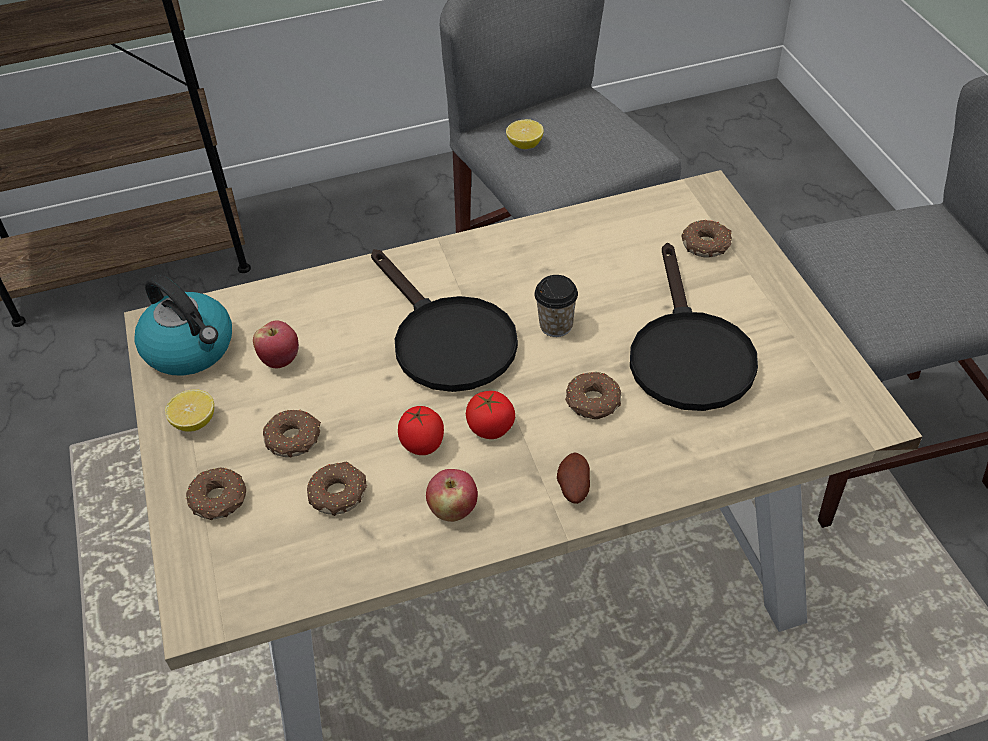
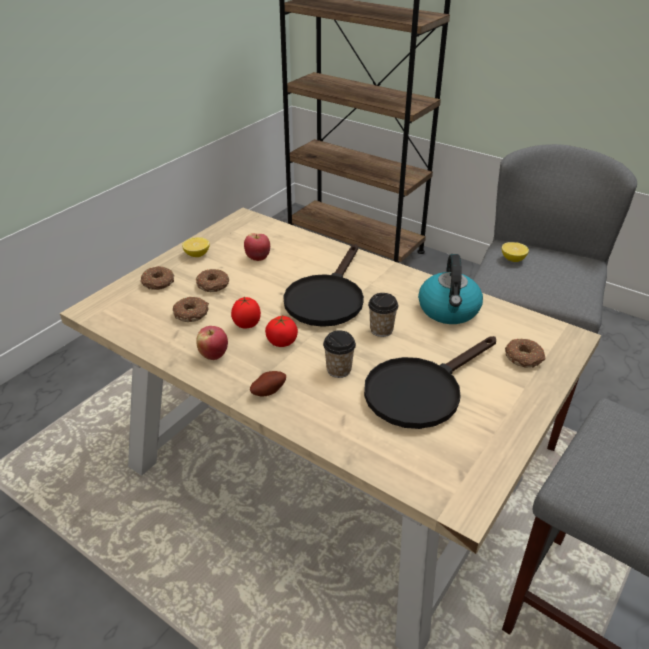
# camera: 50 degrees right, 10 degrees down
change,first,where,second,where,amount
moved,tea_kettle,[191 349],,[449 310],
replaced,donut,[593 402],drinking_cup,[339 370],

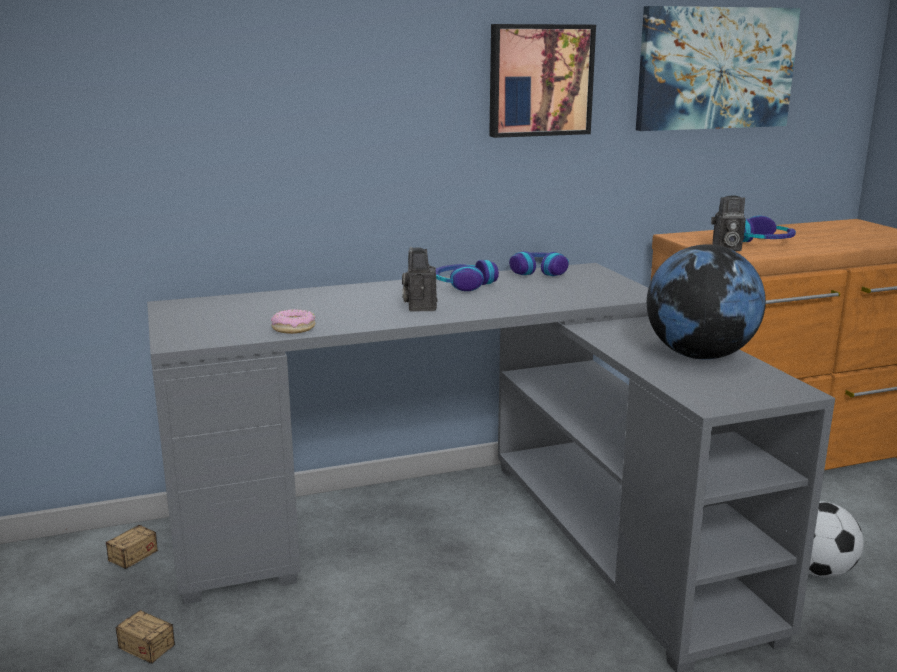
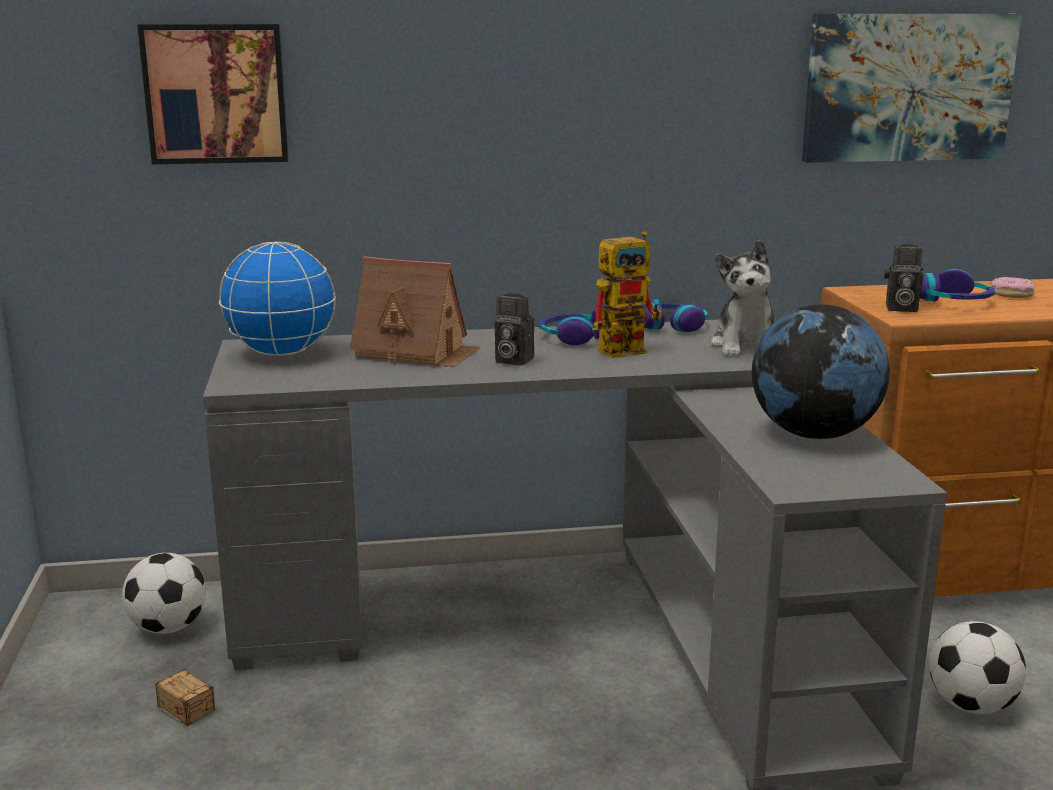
# camera: 10 degrees right, 0 degrees up
change,first,where,second,where,amount
replaced,storage_box,[110 570],football,[168 628],
moved,donut,[293 328],,[1011 294],
turned,still_camera,[419 306],,[511 360],75 degrees counterclockwise
moved,wall_art,[539 80],,[216 93],
added,,,globe,[282 353],
added,,,miniature_house,[416 352],
added,,,toy_robot,[628 349],
added,,,plush_toy,[745 346],

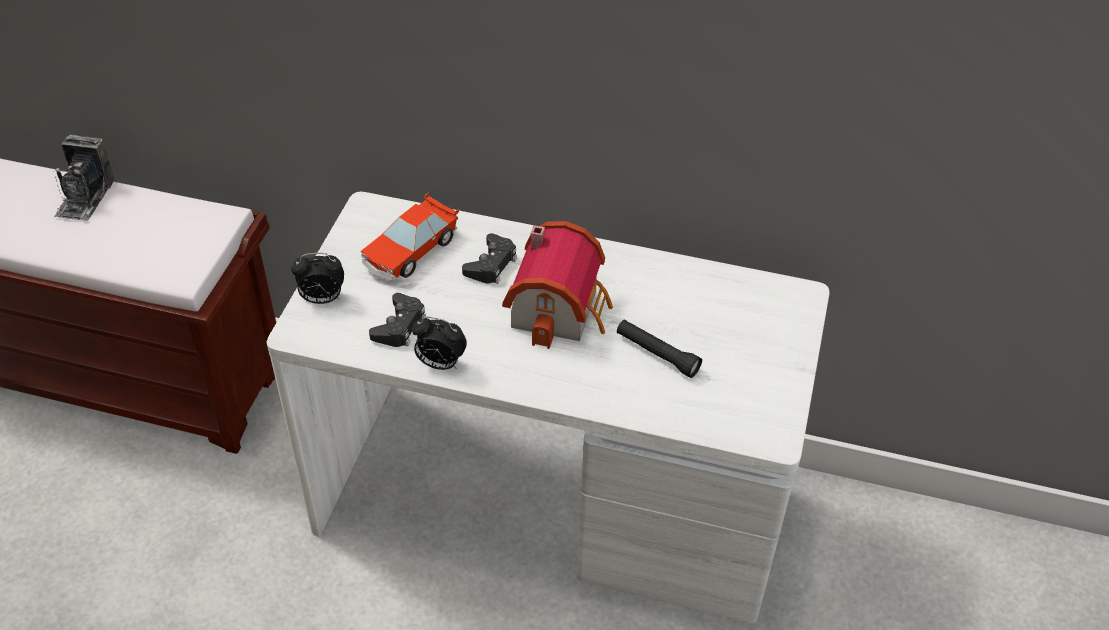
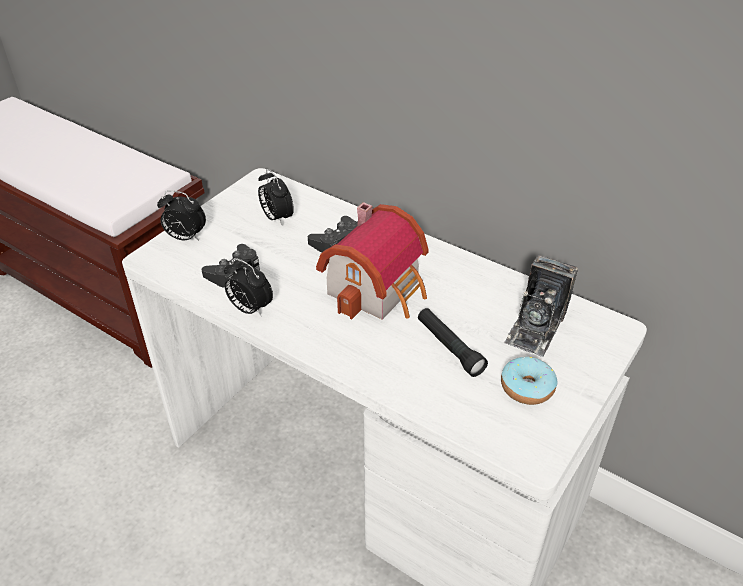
# camera: 20 degrees right, 5 degrees down
change,first,where,second,where,amount
moved,still_camera,[85 197],,[536 327],
replaced,miniature_car,[410 251],bedside_clock,[276 218],
added,,,donut,[527 387],

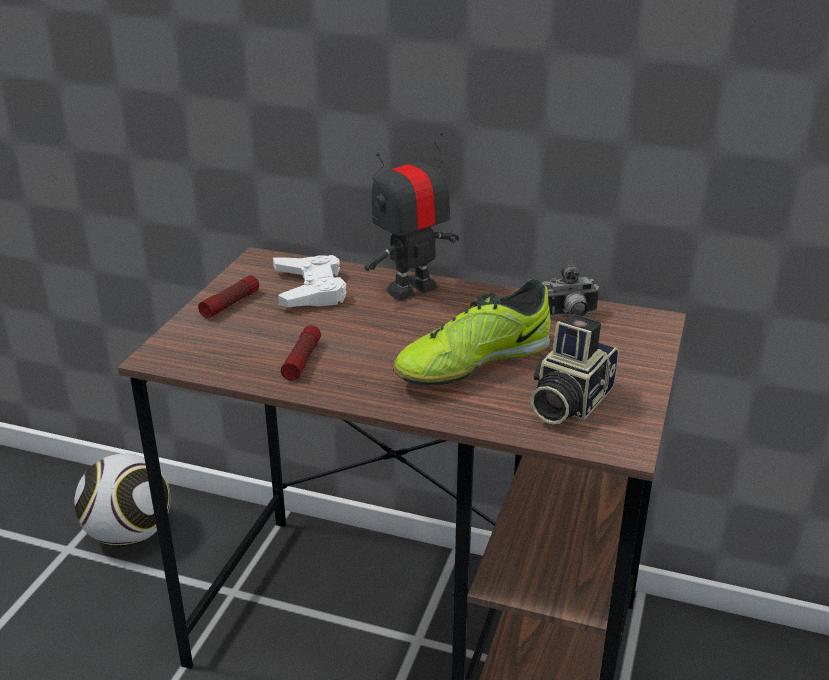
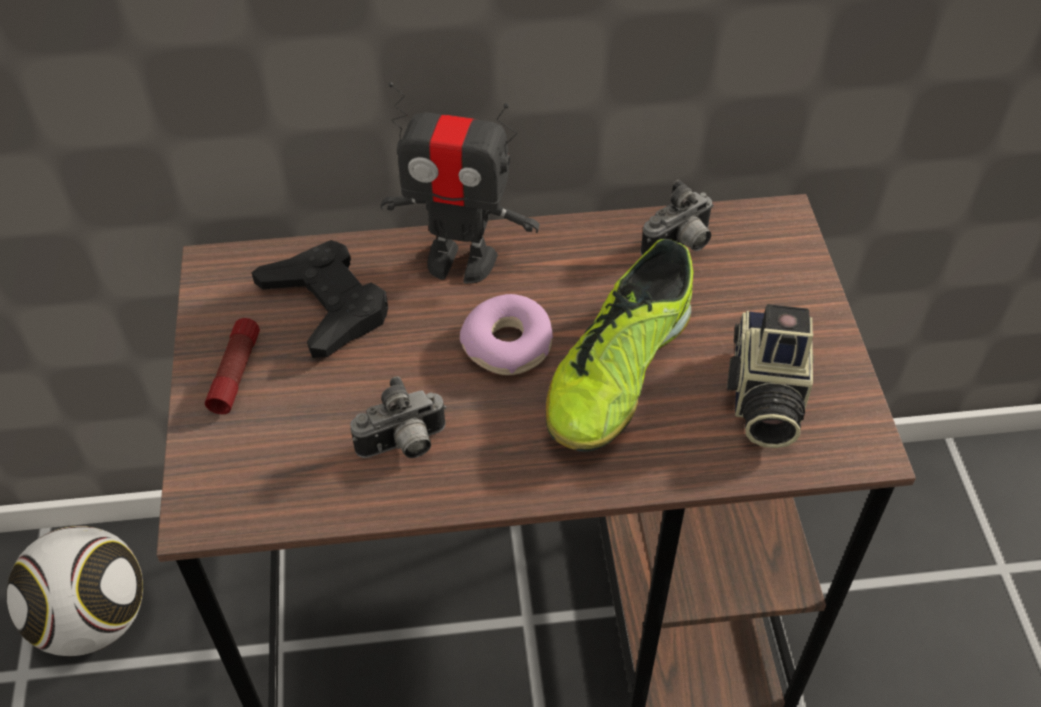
# camera: 25 degrees left, 20 degrees up
change,first,where,second,where,amount
recoloured,white-coloured_gamepad,[310 289],blackish_gamepad,[326 305],
replaced,hand_torch,[302 360],still_camera,[404 446],
turned,toy_robot,[411 289],,[461 260],105 degrees counterclockwise
added,,,donut,[508 345],

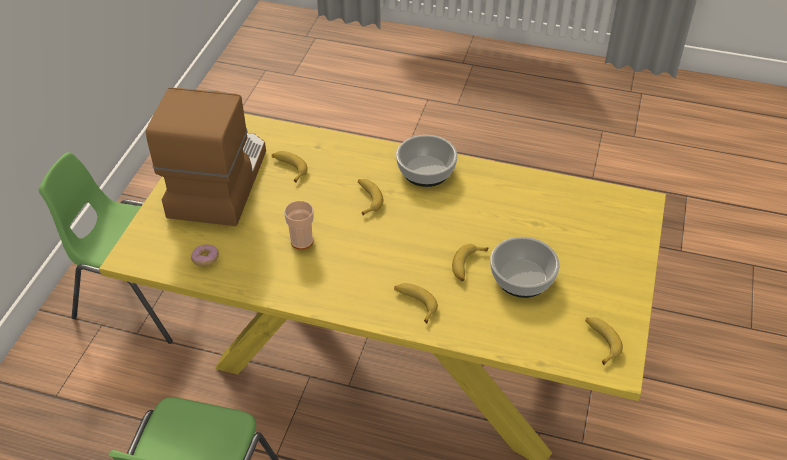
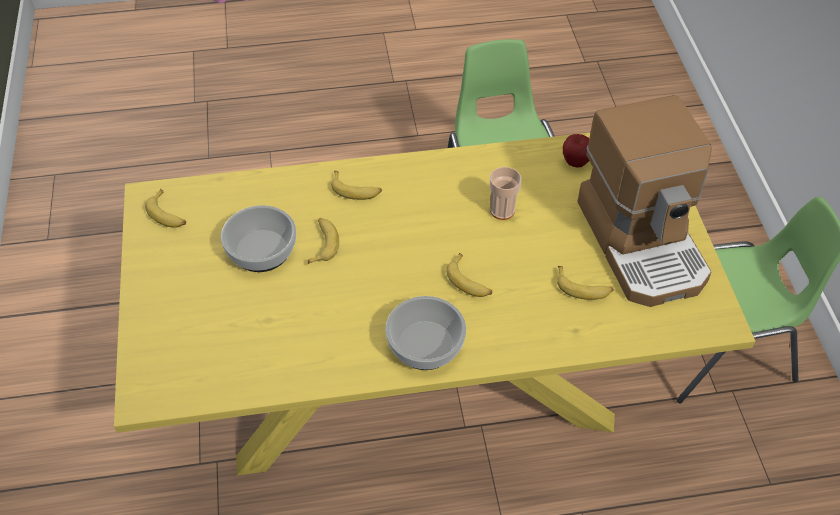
# camera: 155 degrees right, 5 degrees up
change,first,where,second,where,amount
replaced,donut,[205 259],apple,[575 162],

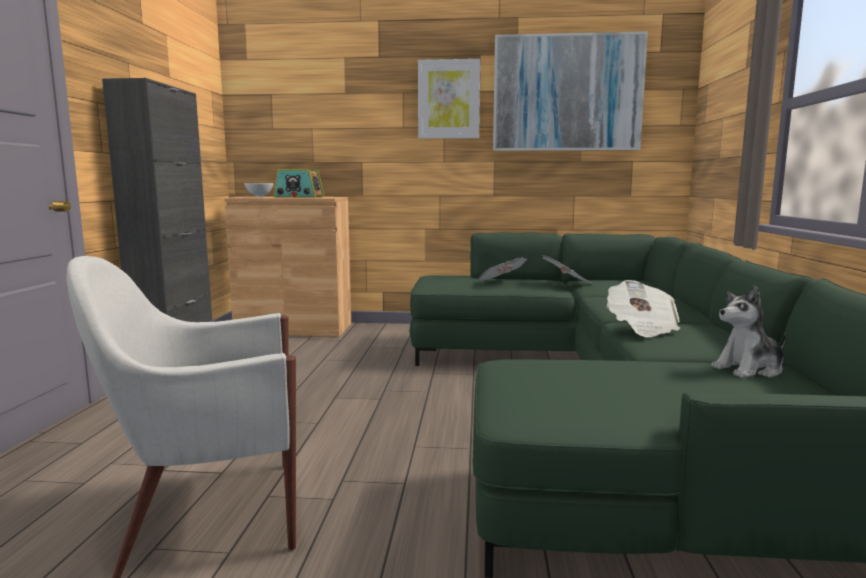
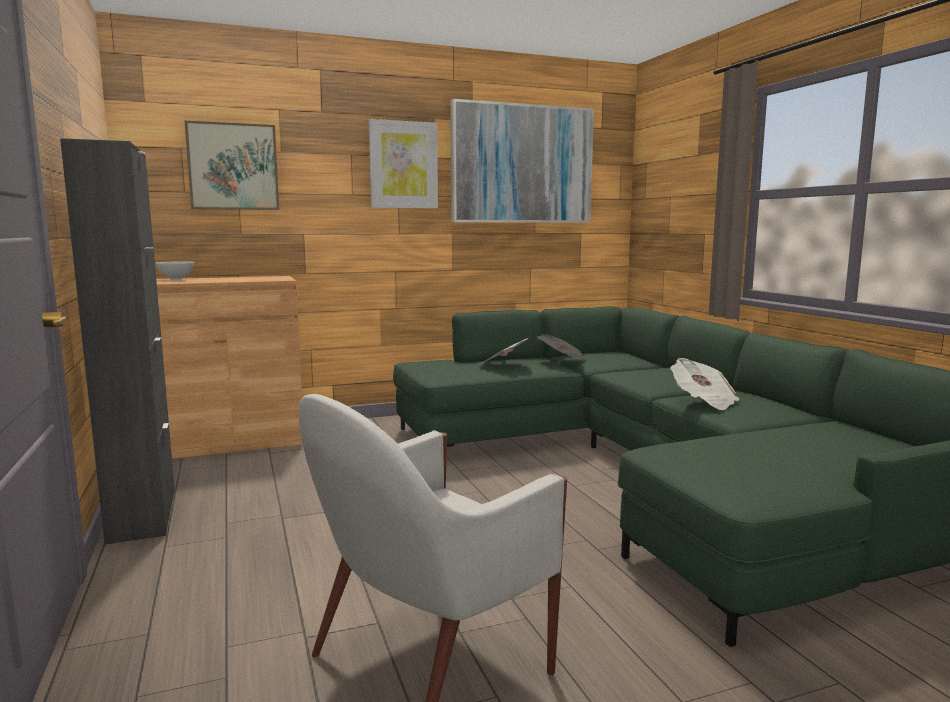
# camera: 25 degrees left, 0 degrees up
change,first,where,second,where,amount
removed,radio,[299 197],,,
removed,plush_toy,[749 369],,,
added,,,wall_art,[233 167],

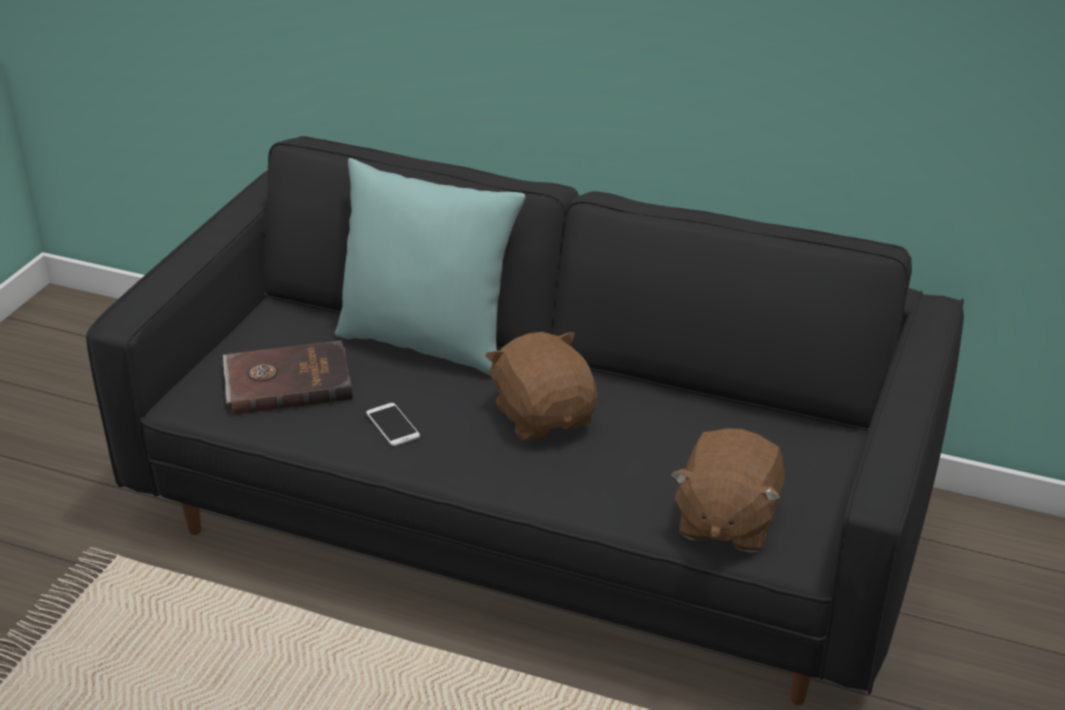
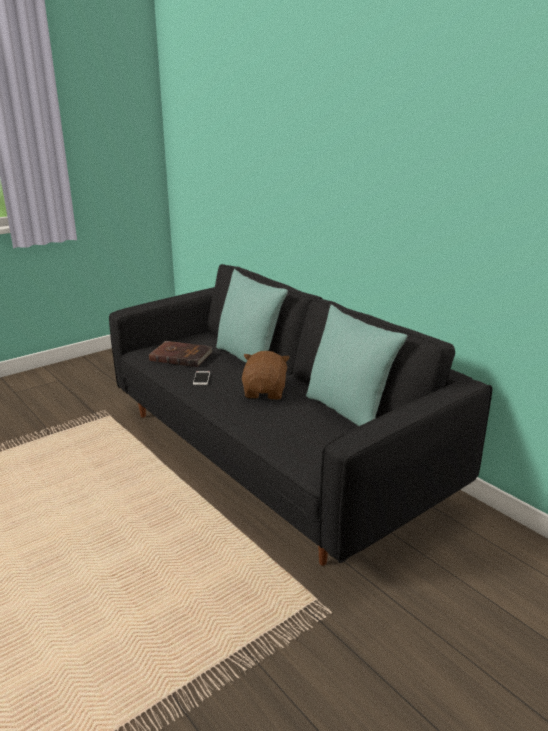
# camera: 30 degrees right, 10 degrees down
change,first,where,second,where,amount
removed,brown-coloured_plush_toy,[725 521],,,
added,,,turquoise-coloured_cushion,[348 411],

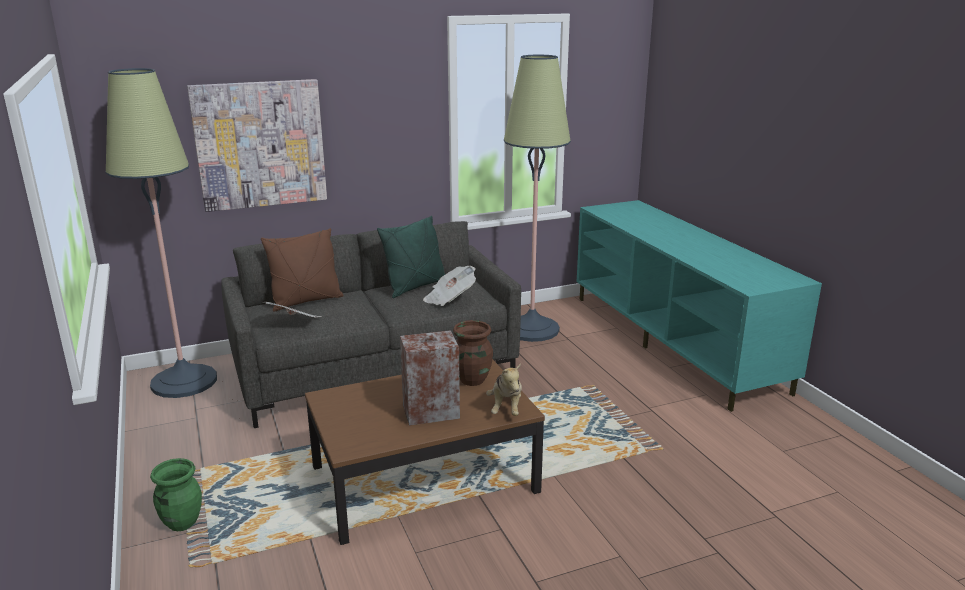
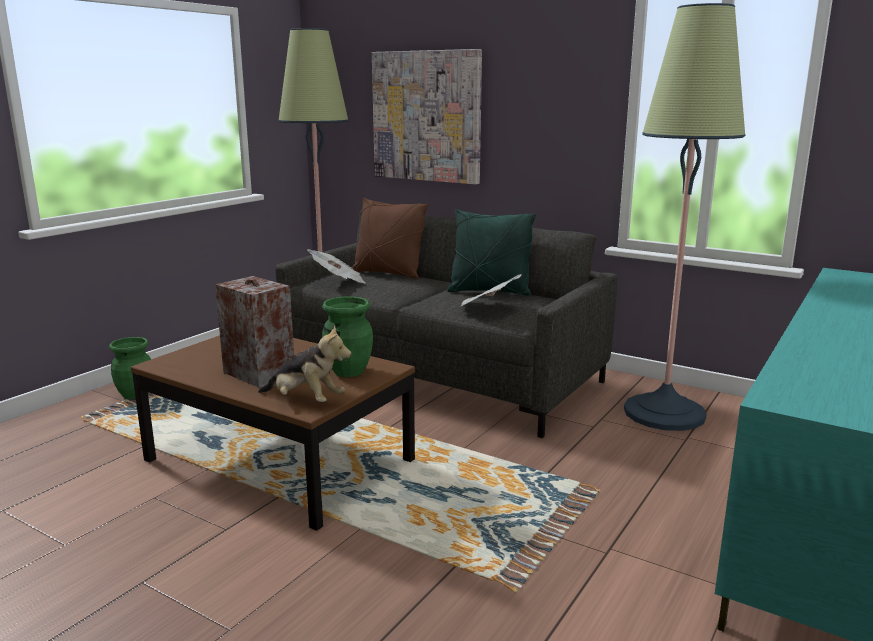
# camera: 55 degrees right, 5 degrees down
change,first,where,second,where,amount
recoloured,brown-coloured_decorative_vase,[471 380],greenish_decorative_vase,[348 371],
turned,plush_toy,[506 408],,[305 400],120 degrees counterclockwise

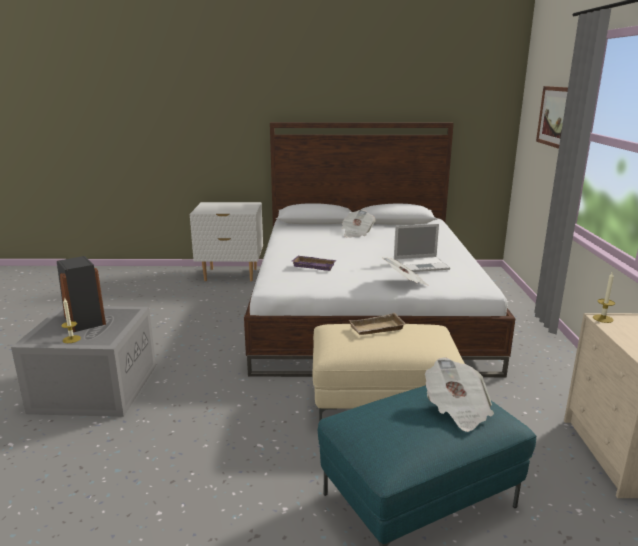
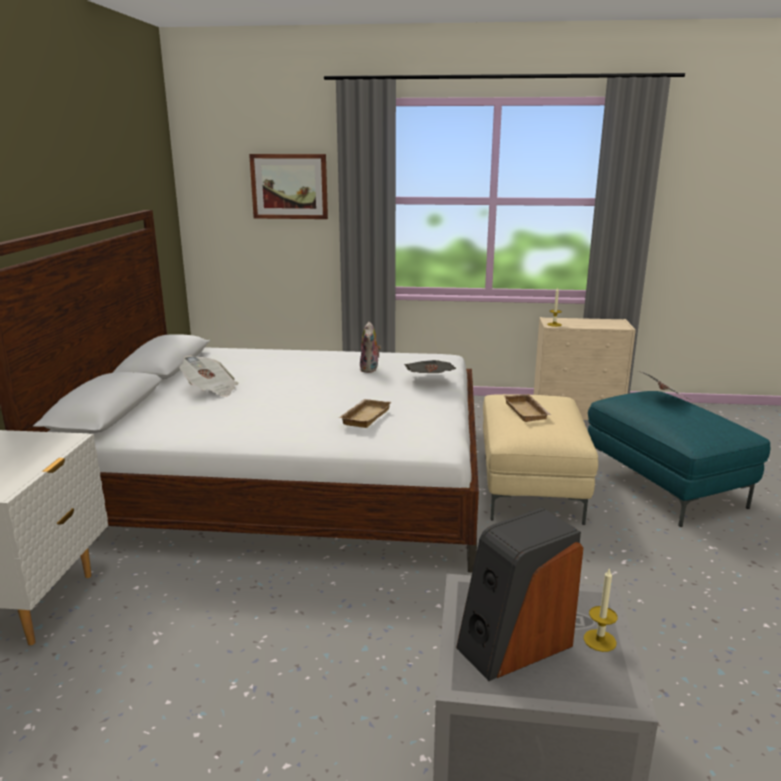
# camera: 85 degrees left, 0 degrees up
change,first,where,second,where,amount
recoloured,purple_serving_tray,[315 265],sand-coloured_serving_tray,[364 416],
replaced,laptop,[422 264],plush_toy,[370 369],

